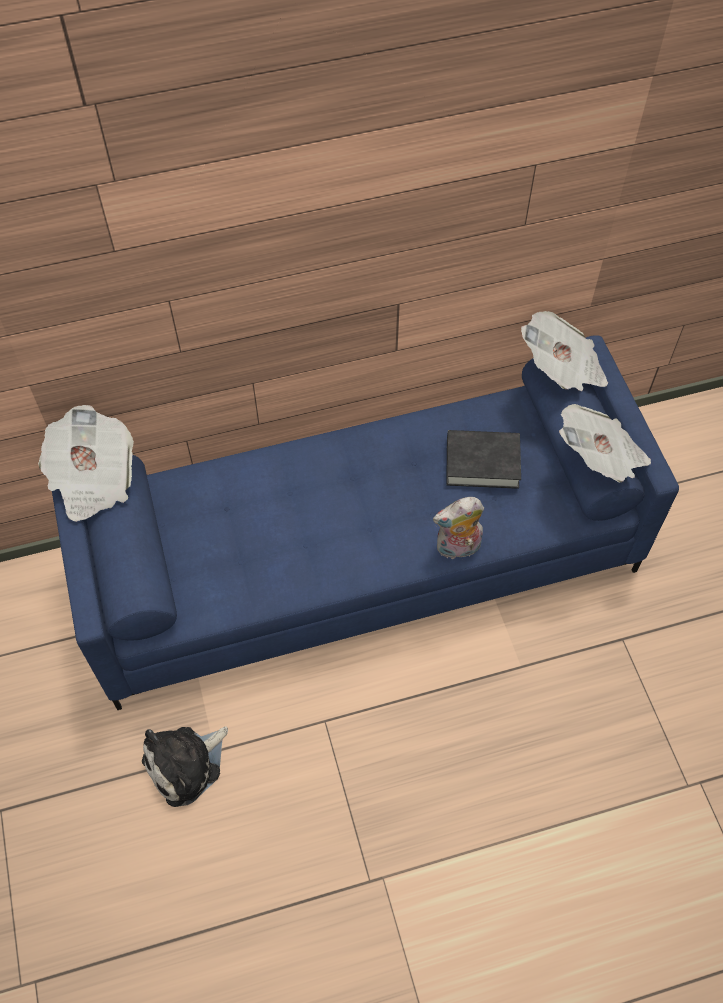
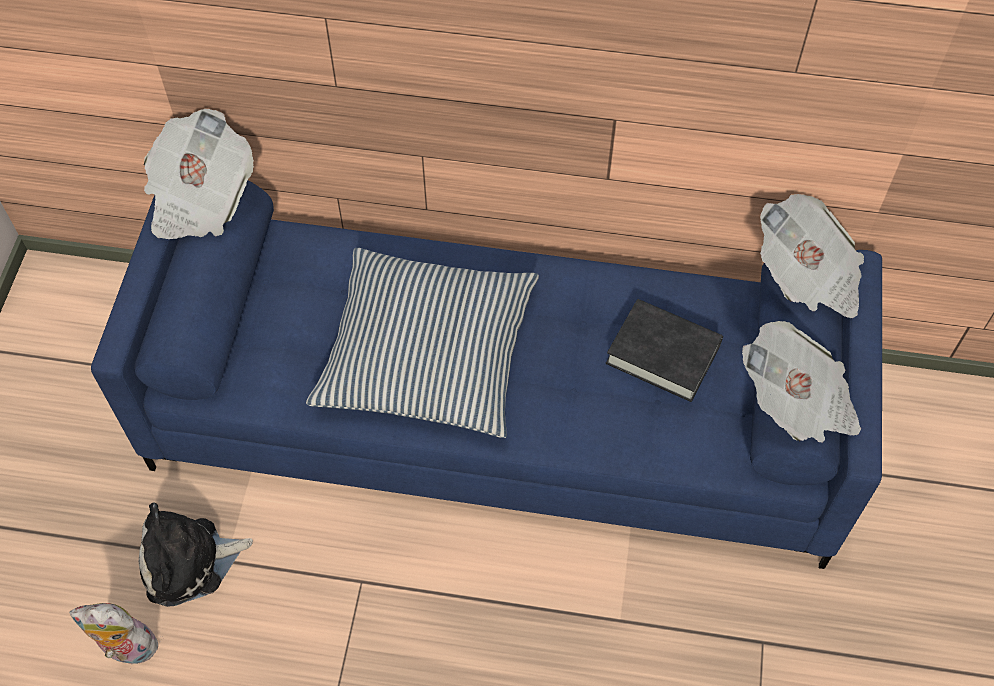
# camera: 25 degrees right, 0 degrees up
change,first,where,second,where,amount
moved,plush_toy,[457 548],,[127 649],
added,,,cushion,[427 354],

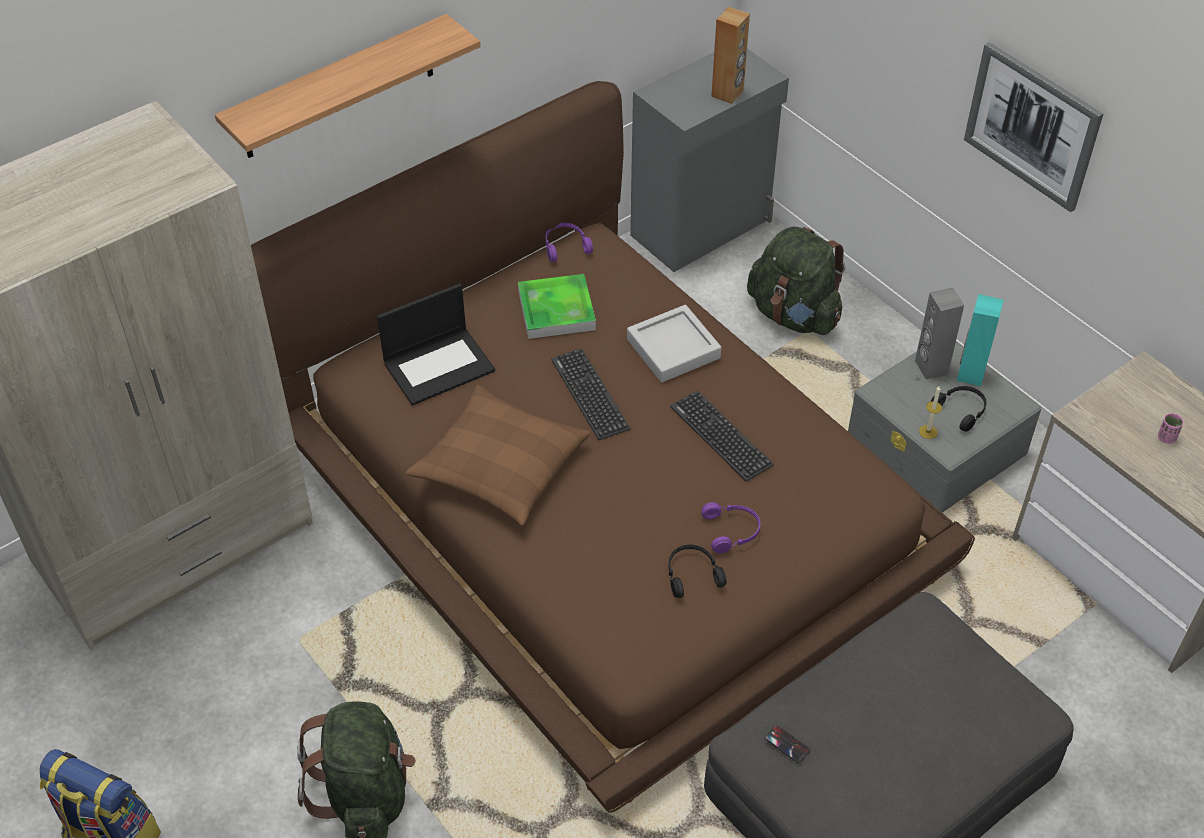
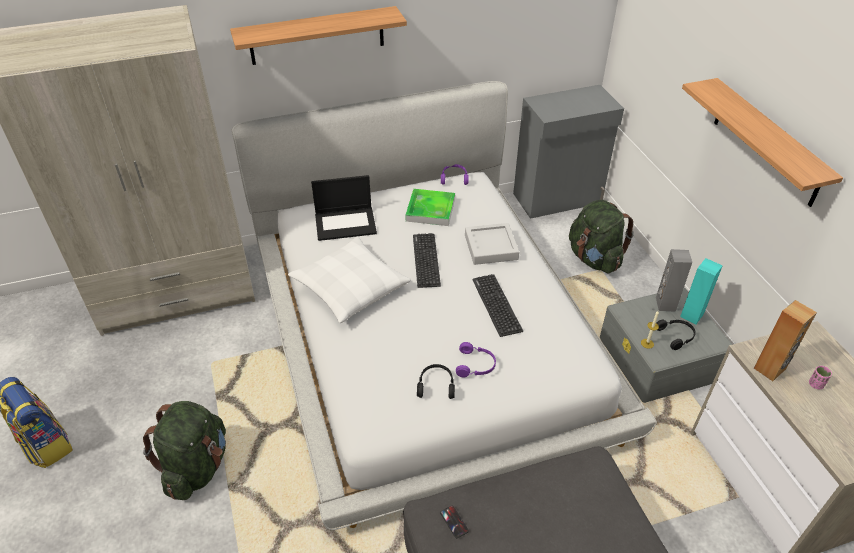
# camera: 20 degrees right, 5 degrees down
change,first,where,second,where,amount
recoloured,brown-coloured_sleeping_bed,[601 499],white-coloured_sleeping_bed,[427 333],
recoloured,brown-coloured_cushion,[500 466],white-coloured_cushion,[350 287],
moved,brown-coloured_speaker,[728 93],,[770 369],
replaced,wall_art,[1032 126],wall_shelf,[767 142],

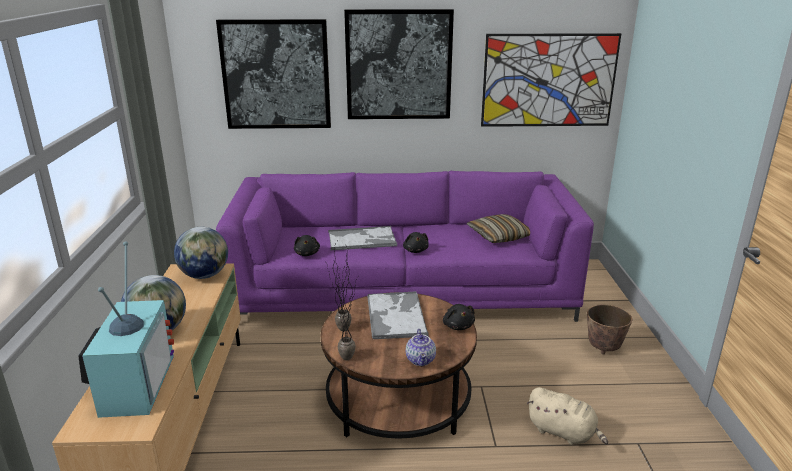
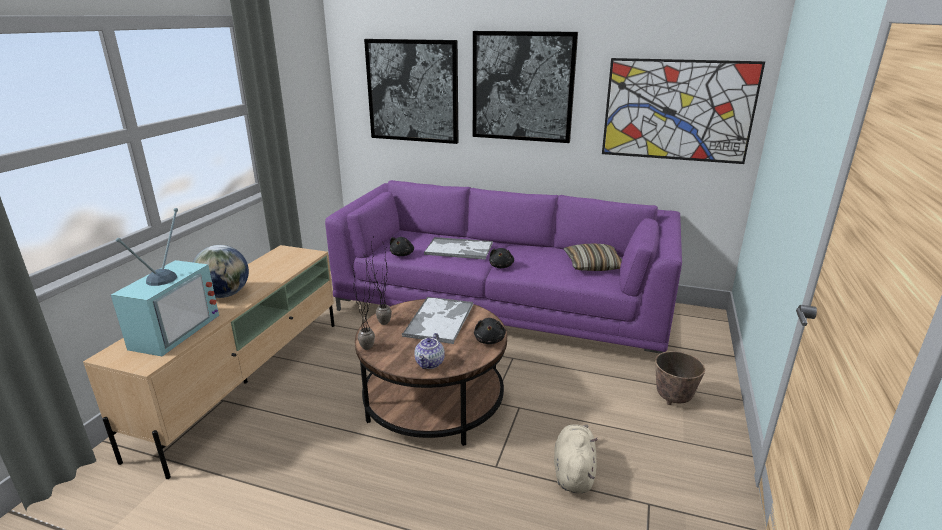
# camera: 20 degrees right, 0 degrees up
change,first,where,second,where,amount
removed,globe,[205 275],,,
turned,sand-coloured_plush_toy,[563 432],,[573 471],135 degrees counterclockwise

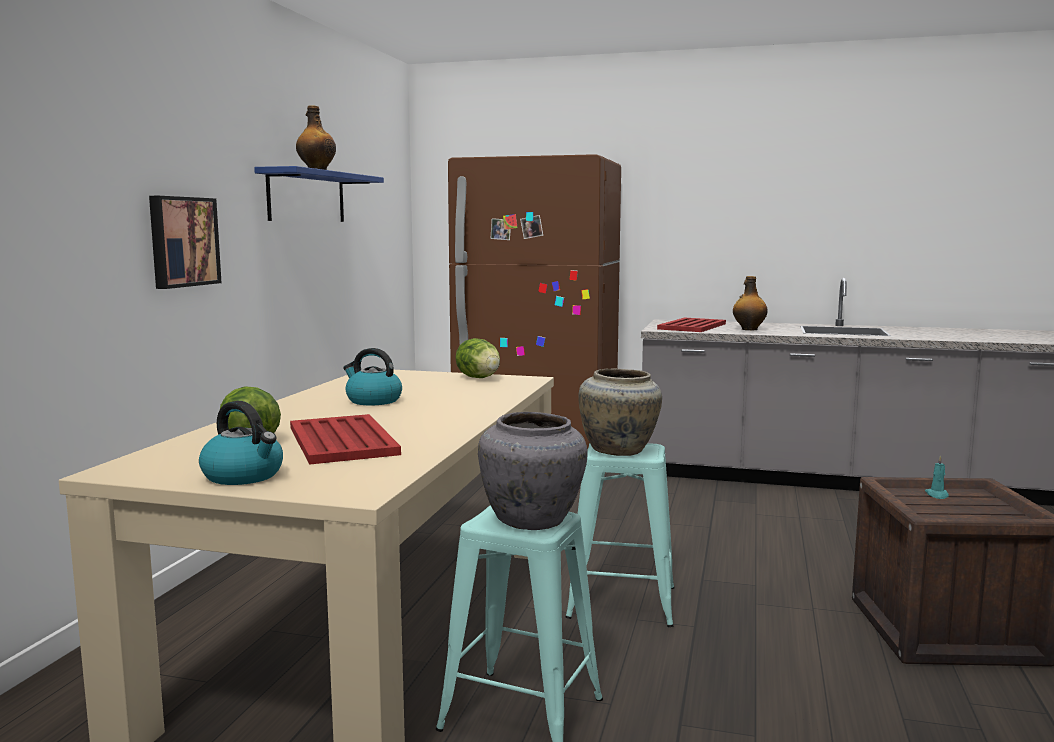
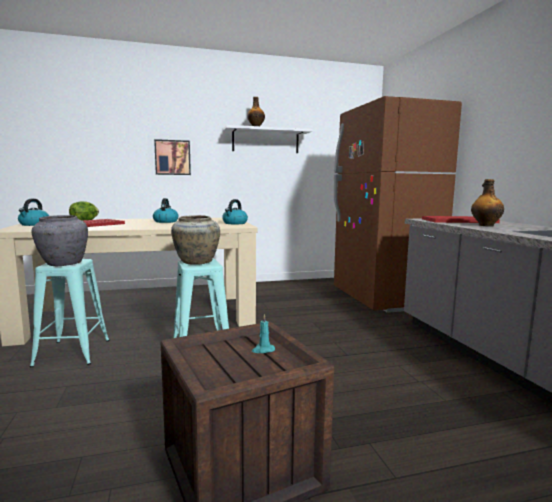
# camera: 60 degrees right, 0 degrees up
change,first,where,second,where,amount
recoloured,blue-coloured_wall_shelf,[307 197],white-coloured_wall_shelf,[265 140],
replaced,lettuce,[479 378],tea_kettle,[234 223],

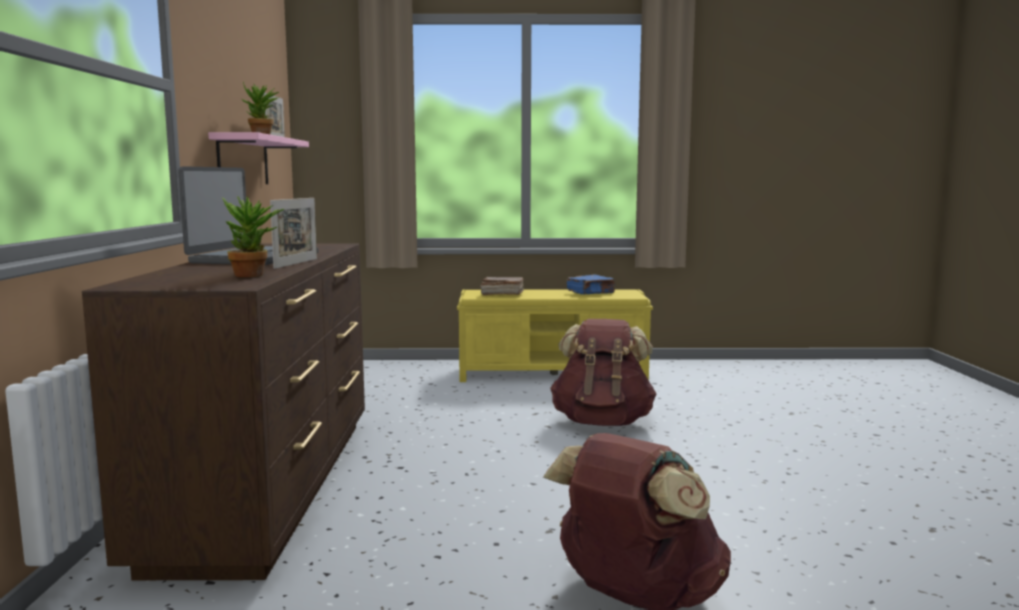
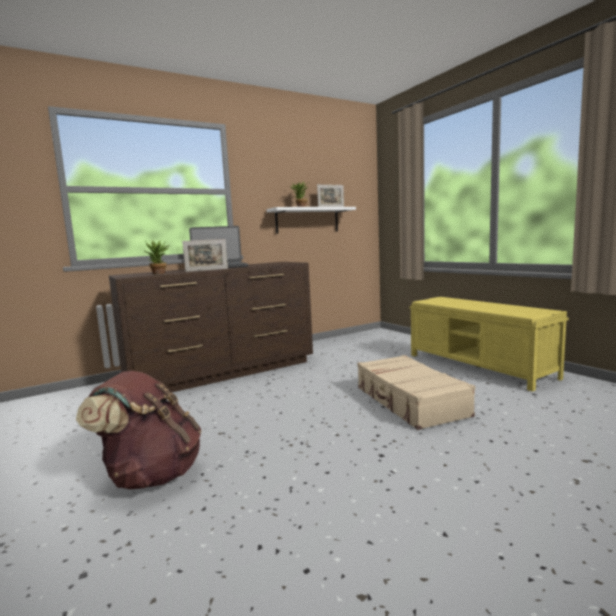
# camera: 60 degrees right, 0 degrees up
change,first,where,second,where,amount
recoloured,pink-coloured_wall_shelf,[243 161],white-coloured_wall_shelf,[307 220],
removed,brown-coloured_book,[501 294],,,
replaced,brown-coloured_knapsack,[602 422],sand-coloured_piece_of_luggage,[409 402],
removed,blue-coloured_book,[591 293],,,

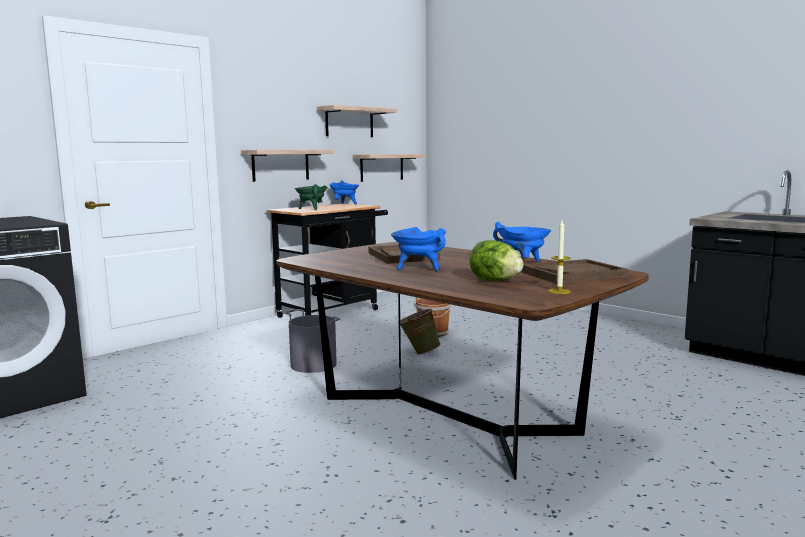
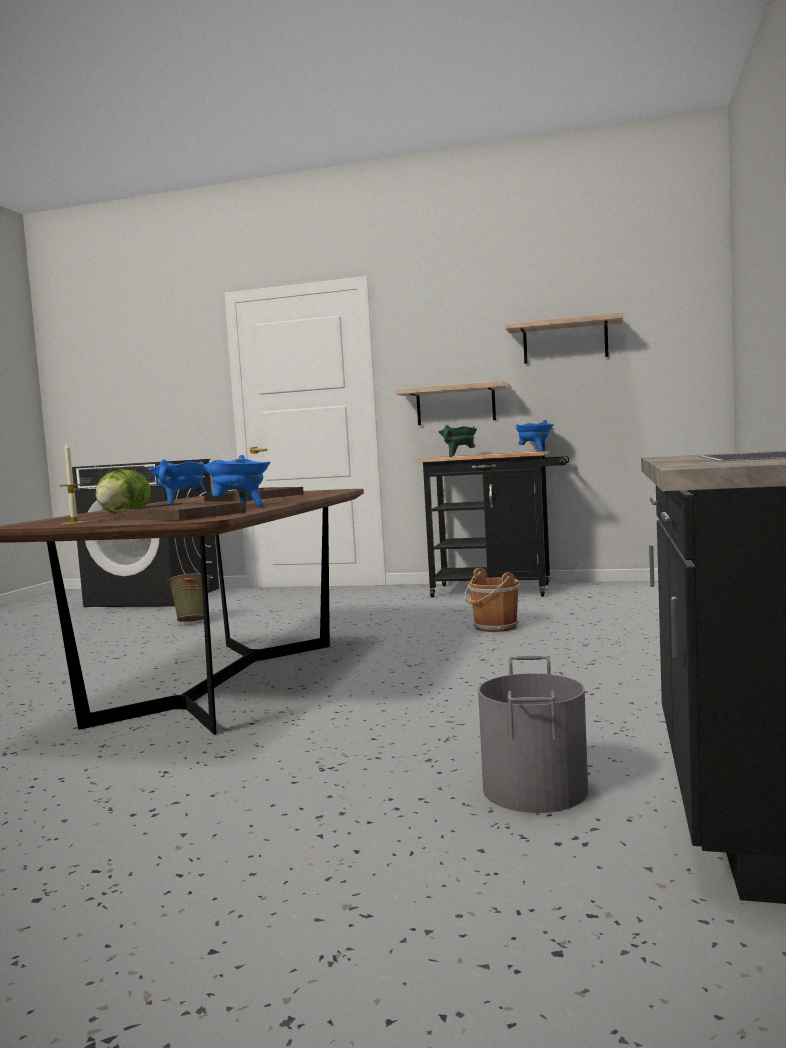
# camera: 60 degrees right, 5 degrees down
change,first,where,second,where,amount
moved,grey_pail,[314 364],,[536 789],
removed,wall_shelf,[382 167],,,
moved,greenish_pail,[419 352],,[193 621],

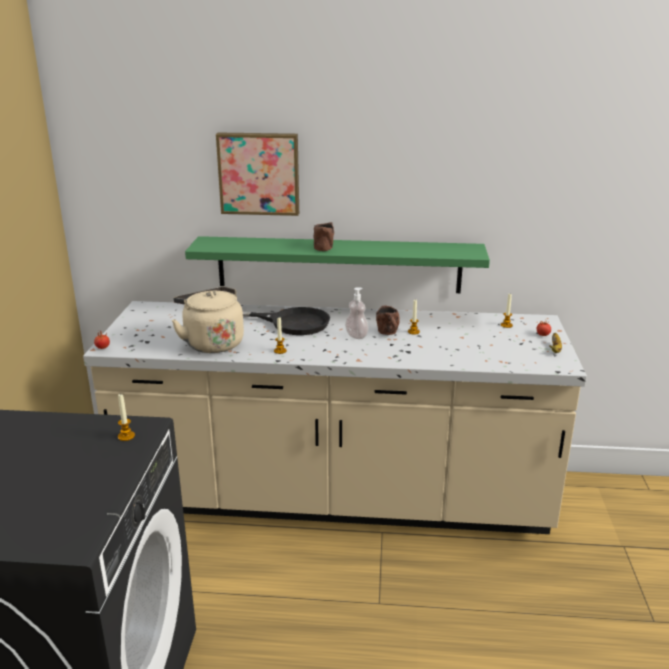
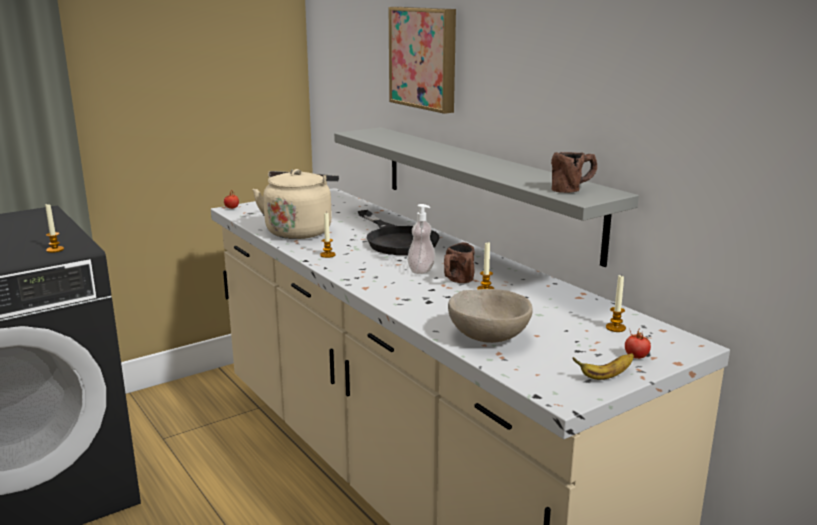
# camera: 50 degrees right, 5 degrees down
change,first,where,second,where,amount
recoloured,greenish_wall_shelf,[338 264],grey_wall_shelf,[484 188],
moved,brown-coloured_coffee_mug,[325 246],,[573 189],
added,,,sand-coloured_deep_dish,[489 337],

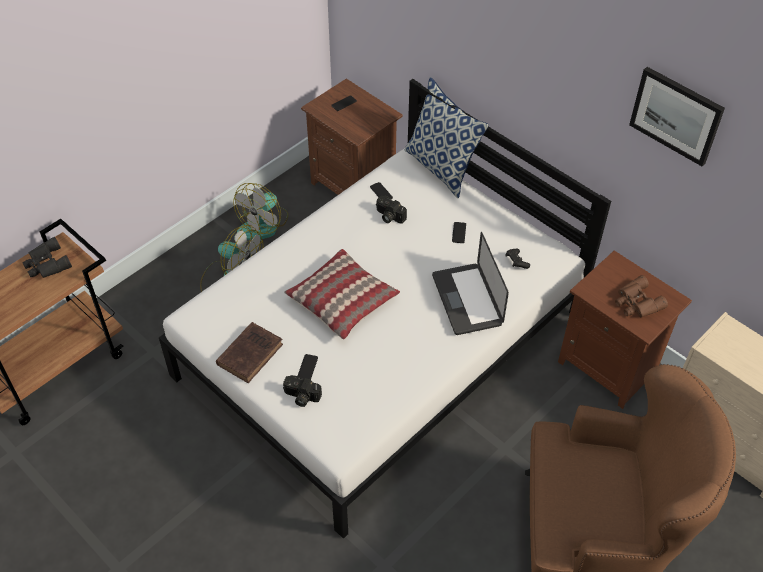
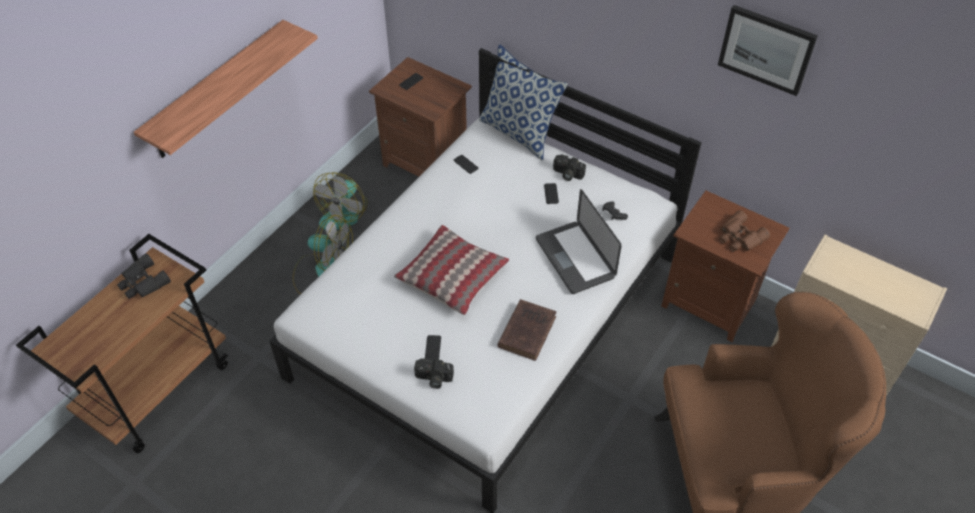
# camera: 10 degrees left, 0 degrees up
change,first,where,second,where,amount
moved,brown-coloured_book,[251 353],,[527 330],
moved,still_camera,[389 216],,[567 174],
added,,,wall_shelf,[217 90],

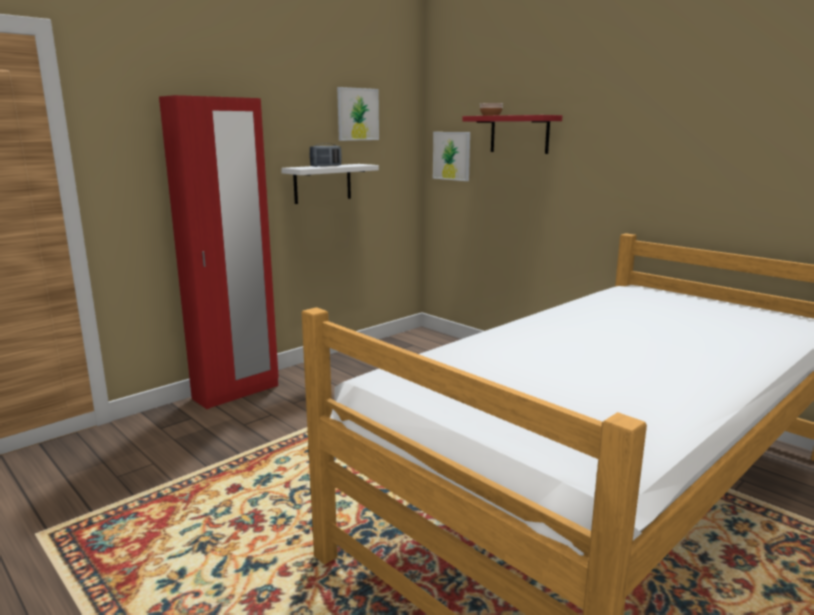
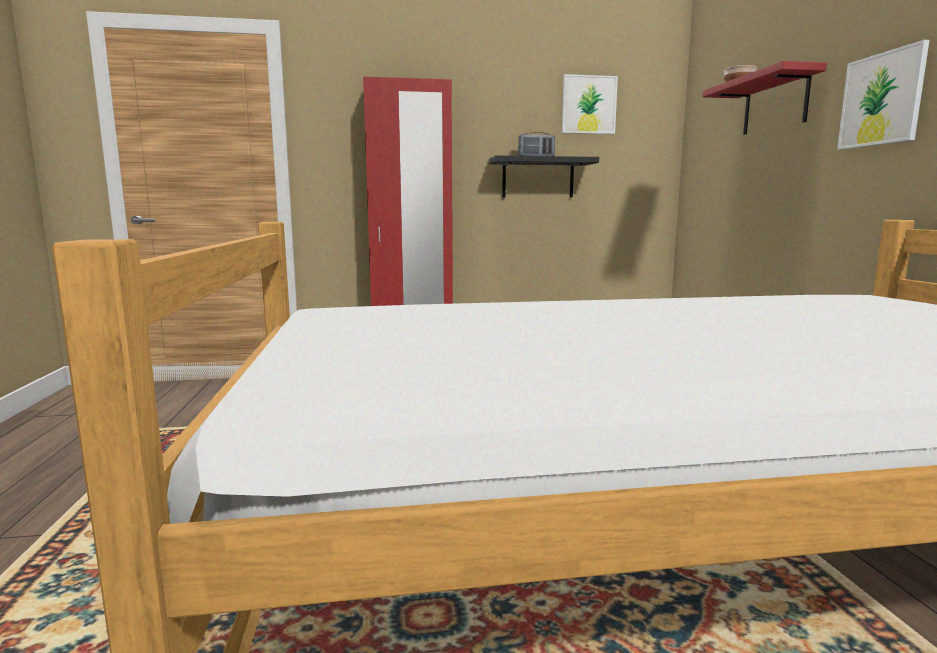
# camera: 35 degrees right, 5 degrees down
change,first,where,second,where,amount
recoloured,white-coloured_wall_shelf,[322 183],blackish_wall_shelf,[538 178],
moved,wall_art,[451 156],,[881 99],

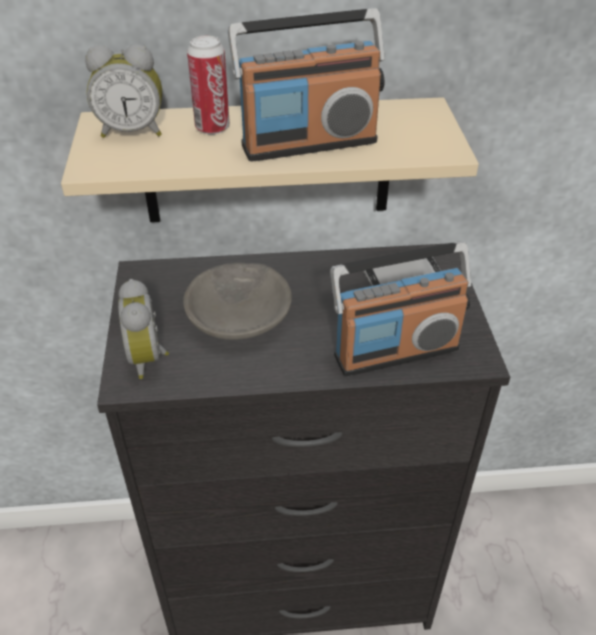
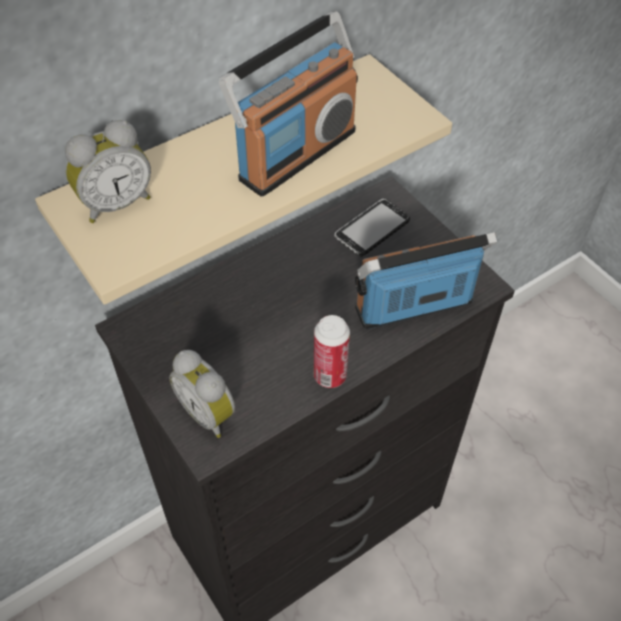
# camera: 30 degrees left, 10 degrees up
change,first,where,second,where,amount
removed,grey_deep_dish,[239 313],,,
moved,can,[212 128],,[330 376],
turned,radio,[395 351],,[414 307],150 degrees counterclockwise

